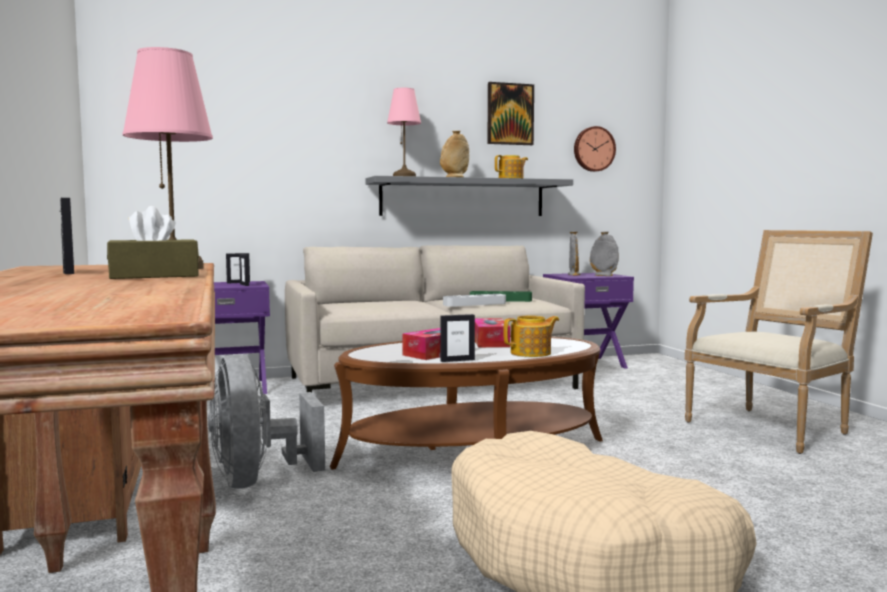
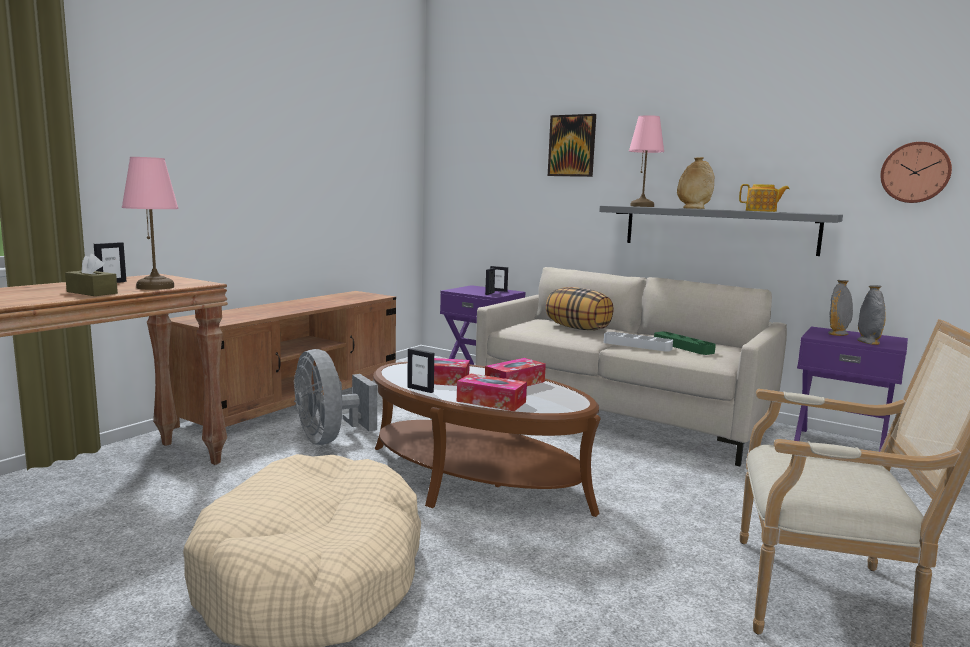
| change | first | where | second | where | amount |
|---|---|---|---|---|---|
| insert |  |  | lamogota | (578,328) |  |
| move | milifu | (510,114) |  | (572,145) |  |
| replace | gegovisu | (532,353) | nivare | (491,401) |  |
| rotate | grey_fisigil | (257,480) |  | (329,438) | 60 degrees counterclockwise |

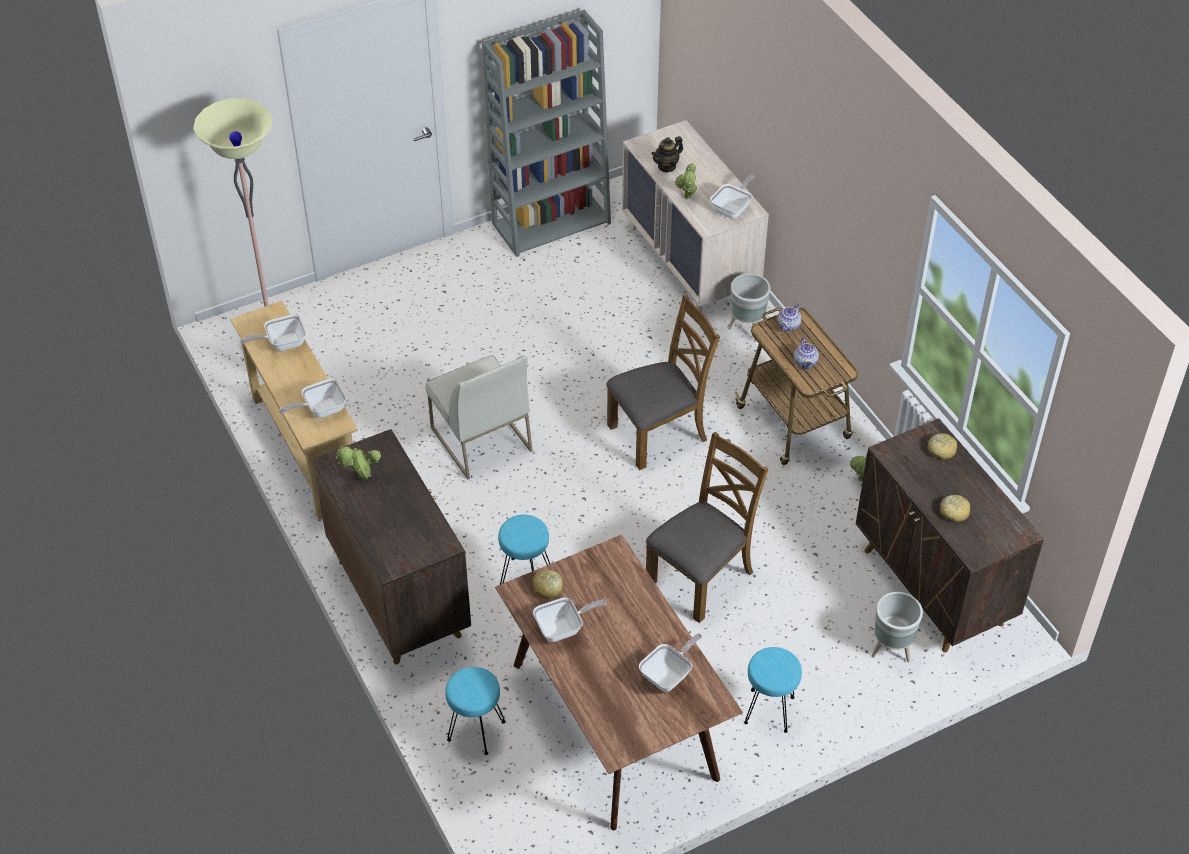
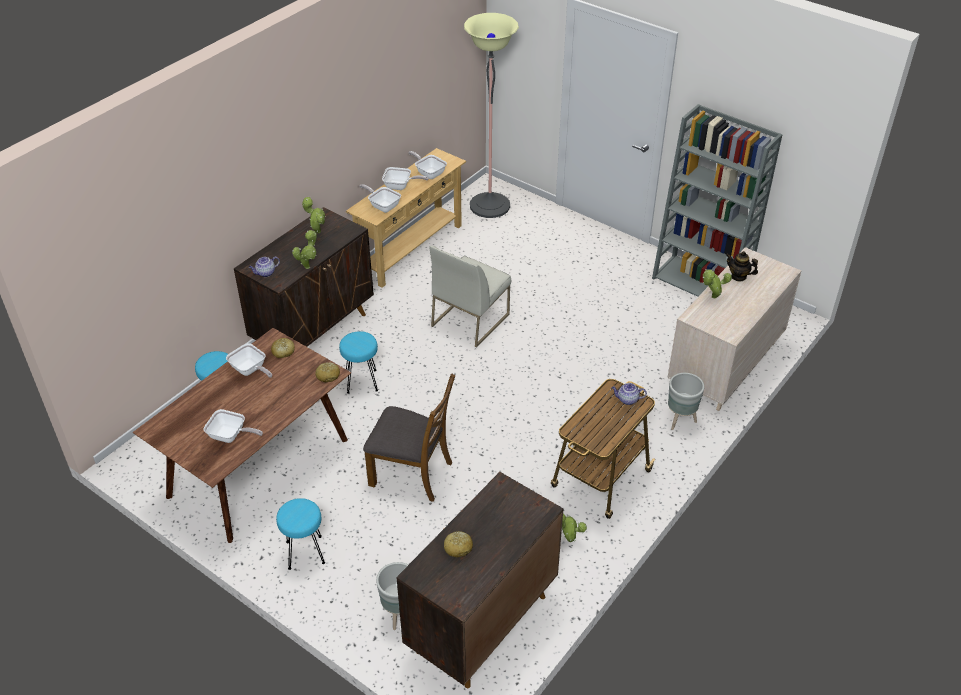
| change | first | where | second | where | amount |
|---|---|---|---|---|---|
| delete | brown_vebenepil | (658,433) |  |  |  |
| insert |  |  | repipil | (308,266) |  |
| move | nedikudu | (733,208) |  | (400,186) |  |
| move | gegovisu | (805,363) |  | (265,273) |  |
| move | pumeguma | (941,450) |  | (328,375) |  |

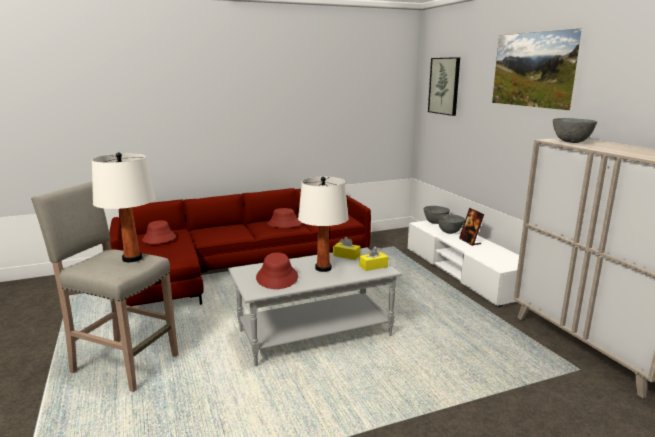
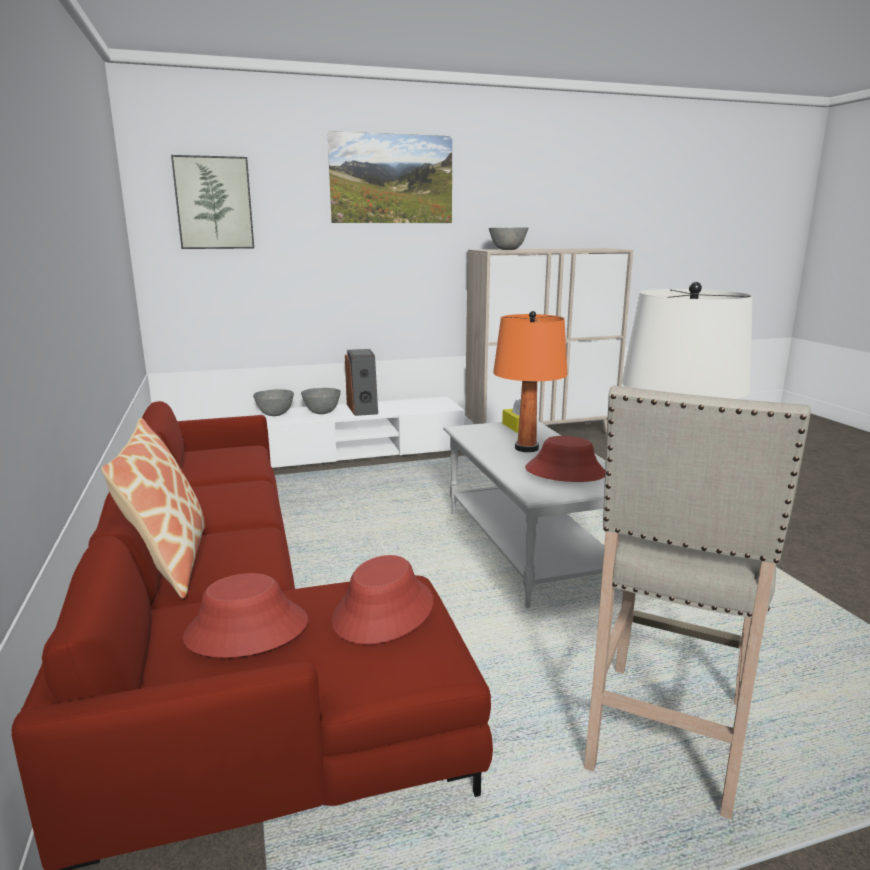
| change | first | where | second | where | amount |
|---|---|---|---|---|---|
| delete | yellow_nivare | (346,255) |  |  |  |
| insert |  |  | lamogota | (168,562) |  |
| move | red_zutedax | (284,224) |  | (384,611) |  |
| replace | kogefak | (470,241) | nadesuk | (363,409) |  |
| recolor | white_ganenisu | (323,268) | orange_ganenisu | (527,448) |  |

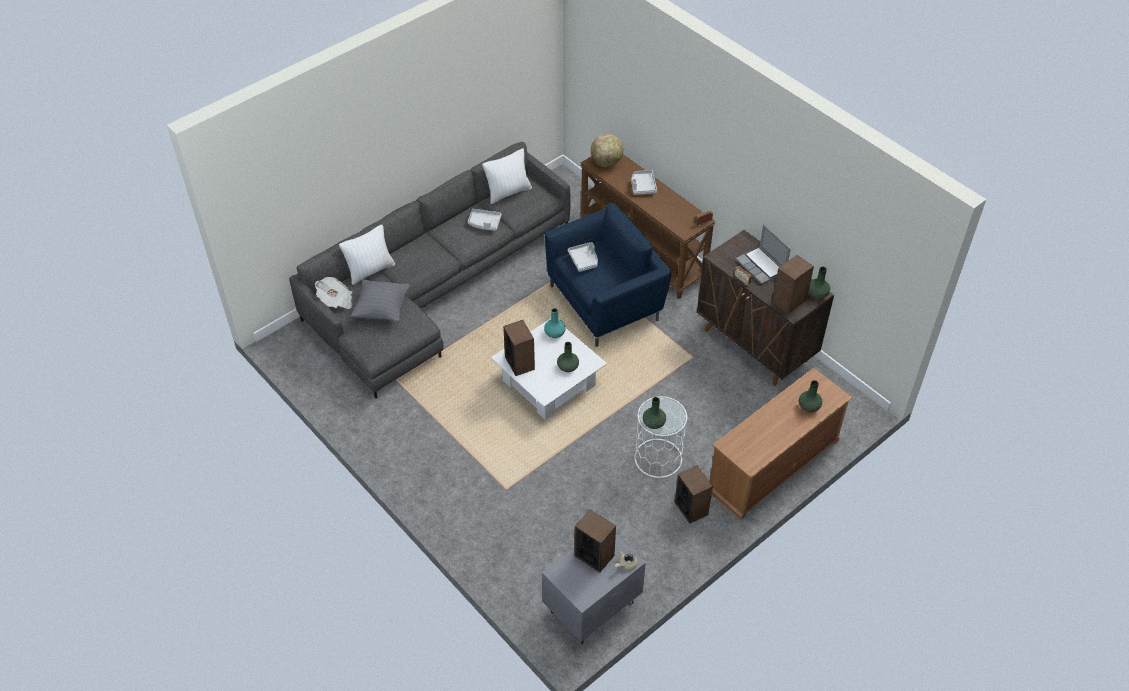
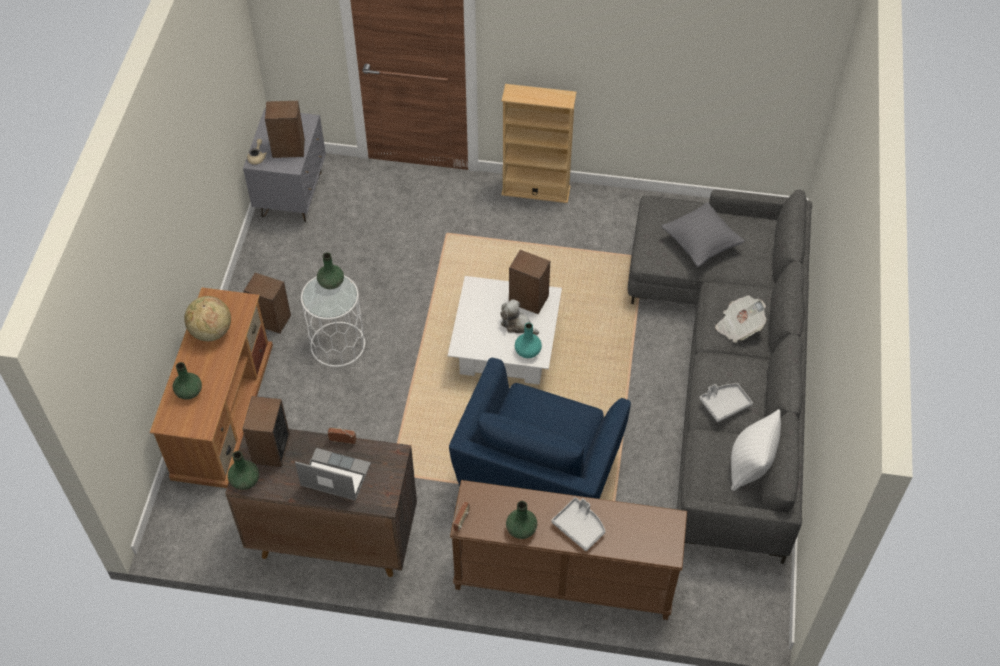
| change | first | where | second | where | amount |
|---|---|---|---|---|---|
| delete | white_lamogota | (370,271) |  |  |  |
| delete | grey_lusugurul | (584,260) |  |  |  |
| insert |  |  | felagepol | (517,324) |  |
| insert |  |  | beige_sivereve | (536,190) |  |
| move | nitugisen | (336,300) |  | (738,326) |  |
| move | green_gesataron | (568,367) |  | (521,529) |  |
| move | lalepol | (606,162) |  | (211,331) |  |

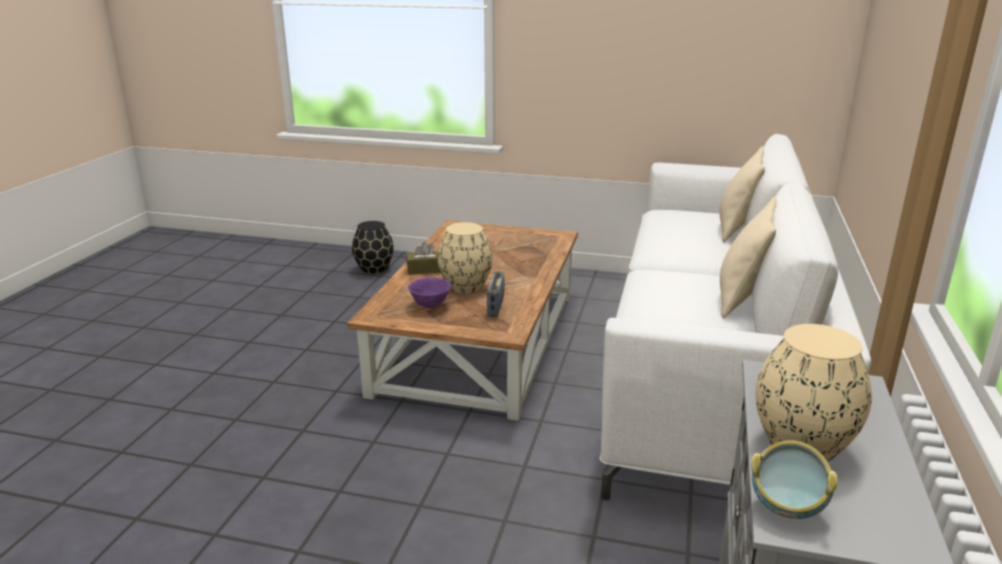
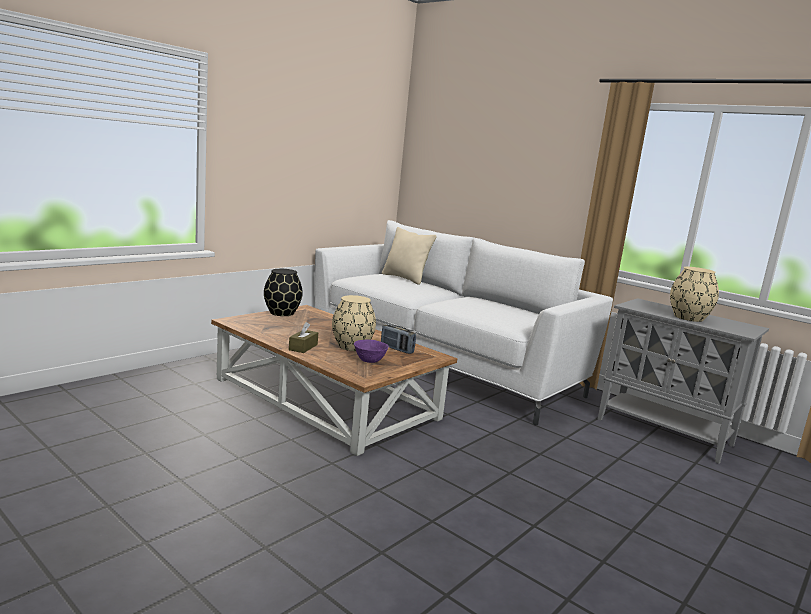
| change | first | where | second | where | amount |
|---|---|---|---|---|---|
| delete | beige_lamogota | (741,299) |  |  |  |
| delete | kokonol | (786,508) |  |  |  |
| move | black_gesataron | (374,268) |  | (281,313) |  |

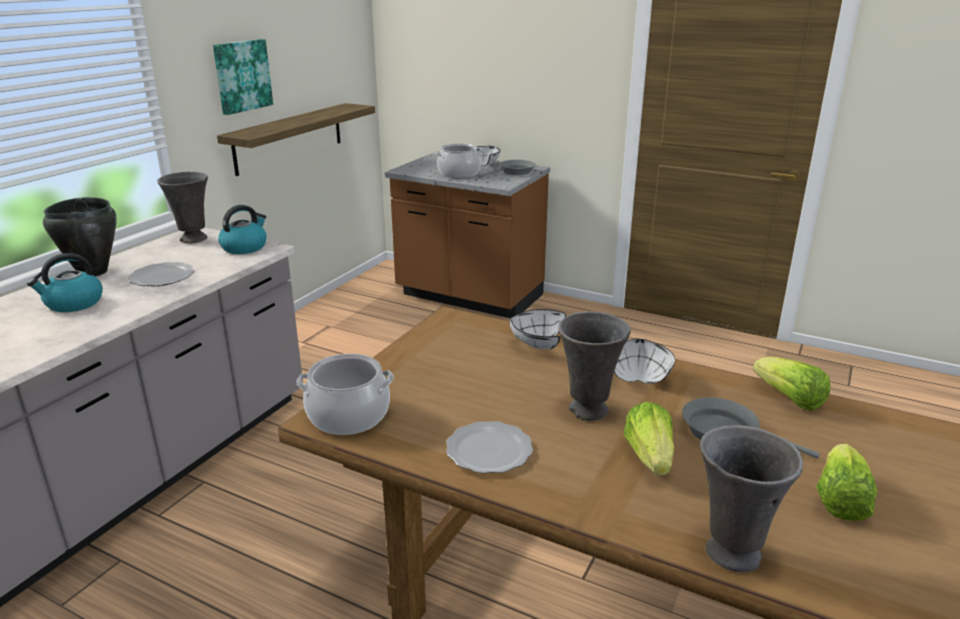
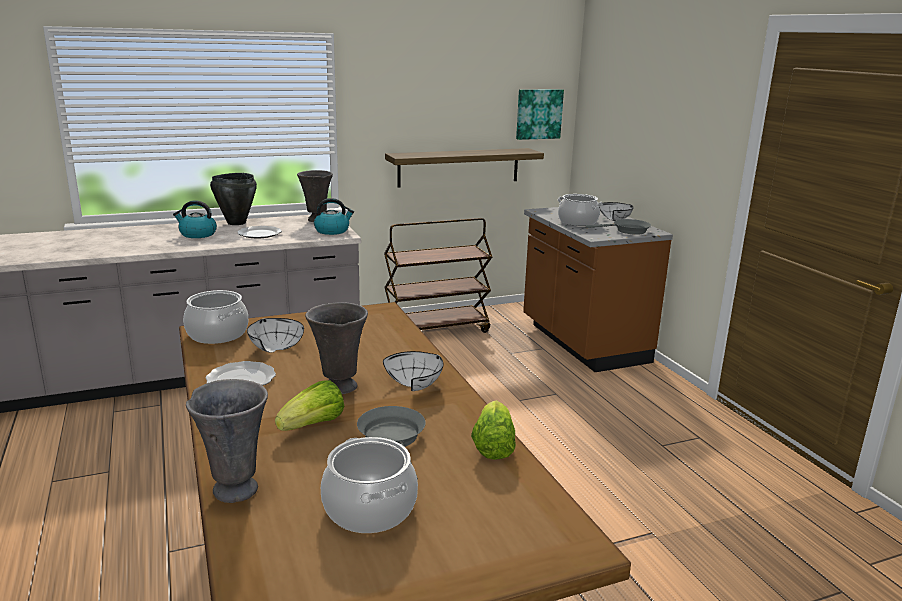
| change | first | where | second | where | amount |
|---|---|---|---|---|---|
| insert |  |  | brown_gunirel | (436,330) |  |
| move | milifu | (241,76) |  | (538,114) |  |
| move | white_kokonol | (536,345) |  | (273,348) |  |
| replace | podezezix | (840,500) | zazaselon | (369,509) |  |

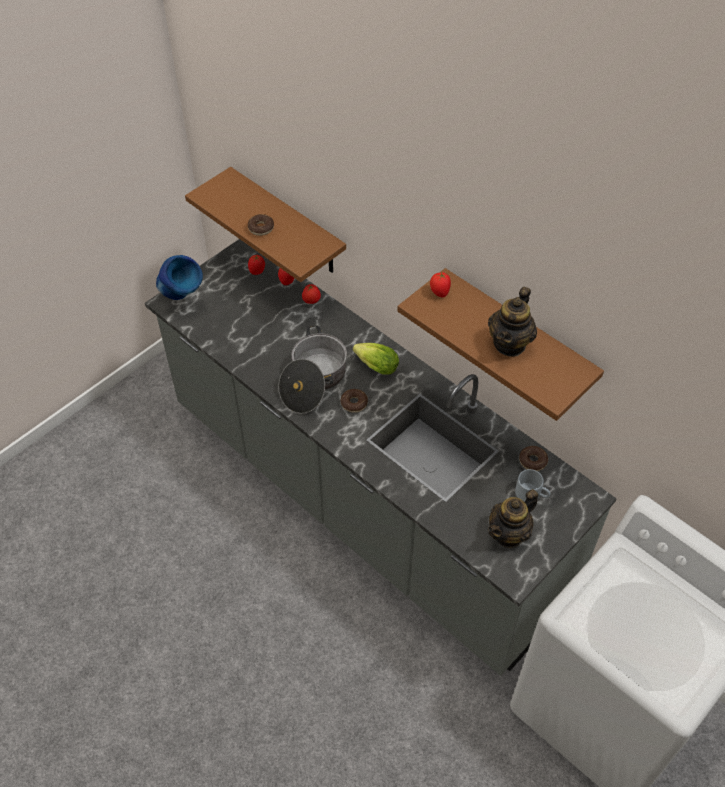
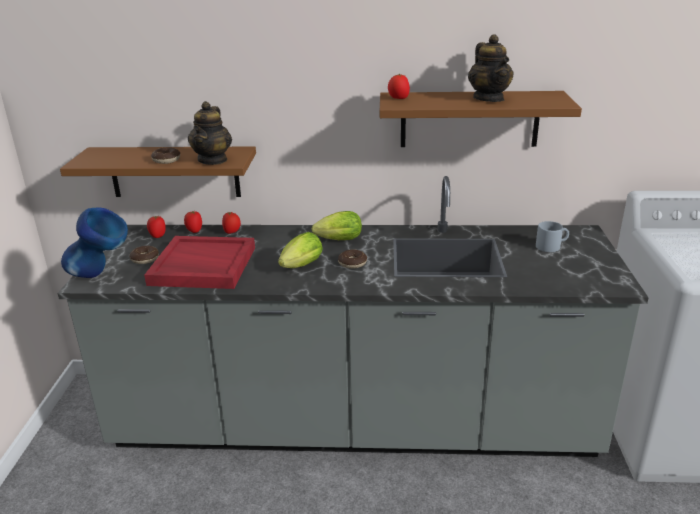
| change | first | where | second | where | amount |
|---|---|---|---|---|---|
| insert |  |  | red_lusugurul | (202,266) |  |
| move | gegovisu | (509,534) |  | (213,160) |  |
| move | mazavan | (532,461) |  | (145,259) |  |
| replace | zazaselon | (313,381) | podezezix | (299,267) |  |

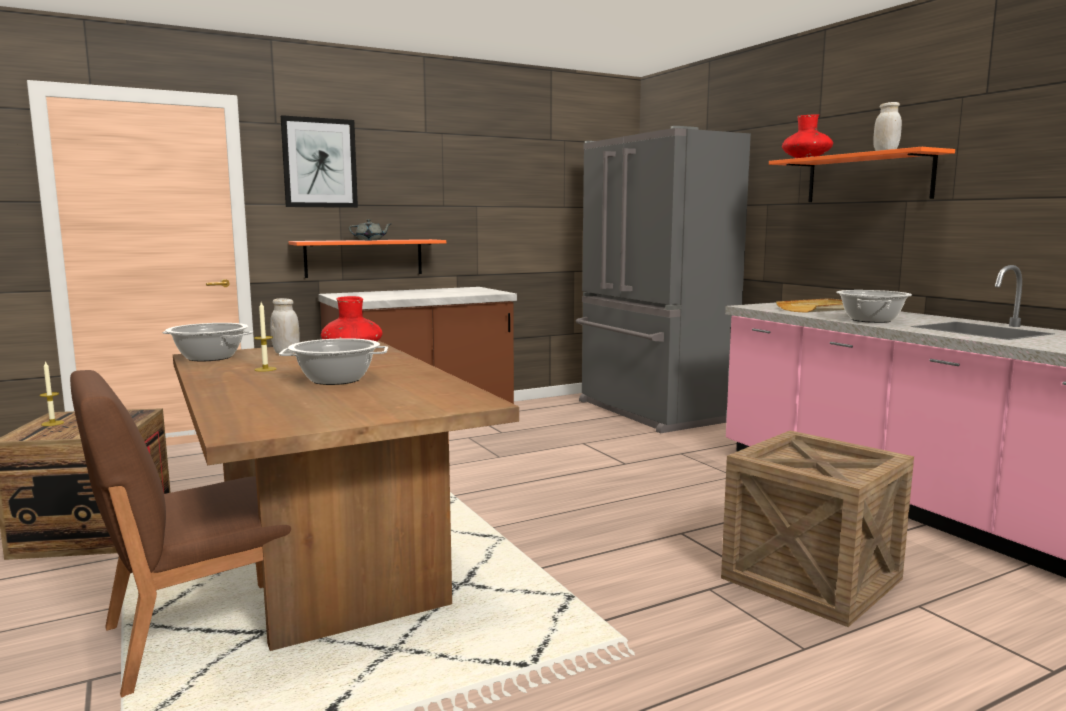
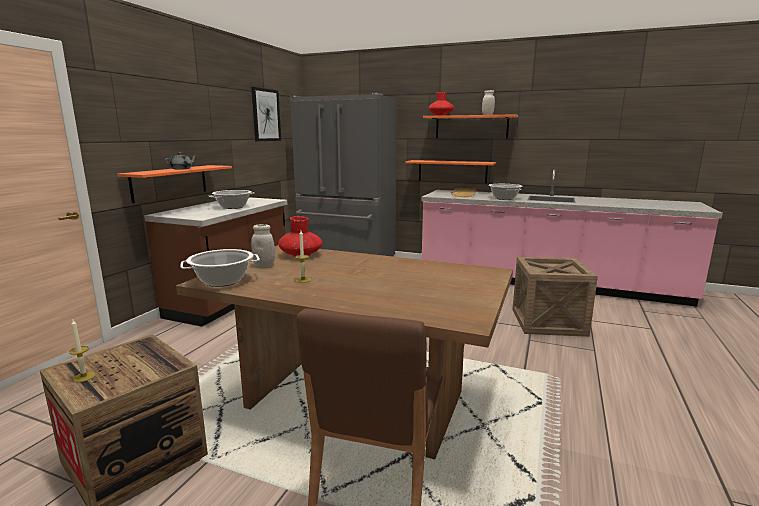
| change | first | where | second | where | amount |
|---|---|---|---|---|---|
| insert |  |  | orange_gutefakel | (452,171) |  |
| move | zazaselon | (336,380) |  | (233,207) |  |
| move | milifu | (319,163) |  | (266,115) |  |

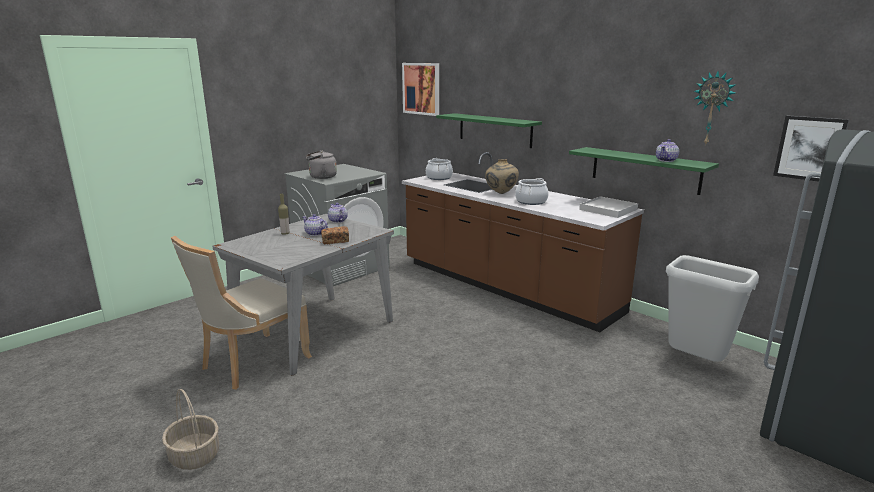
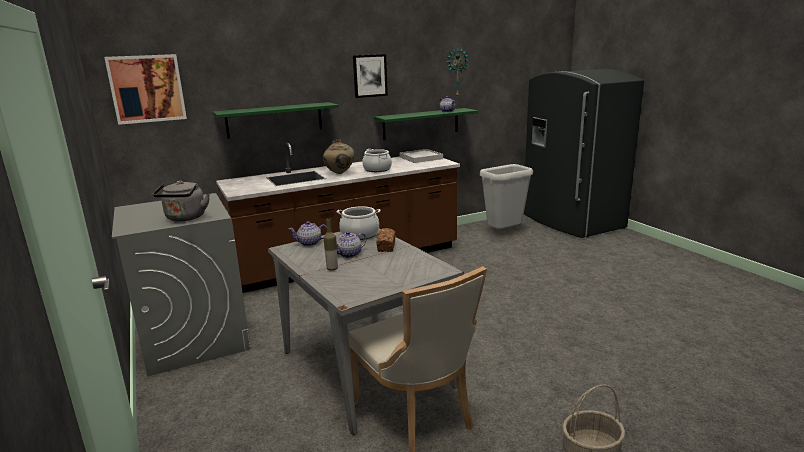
| change | first | where | second | where | amount |
|---|---|---|---|---|---|
| move | zazaselon | (439,178) |  | (360,234) |  |
| move | milifu | (810,148) |  | (370,76) |  |

